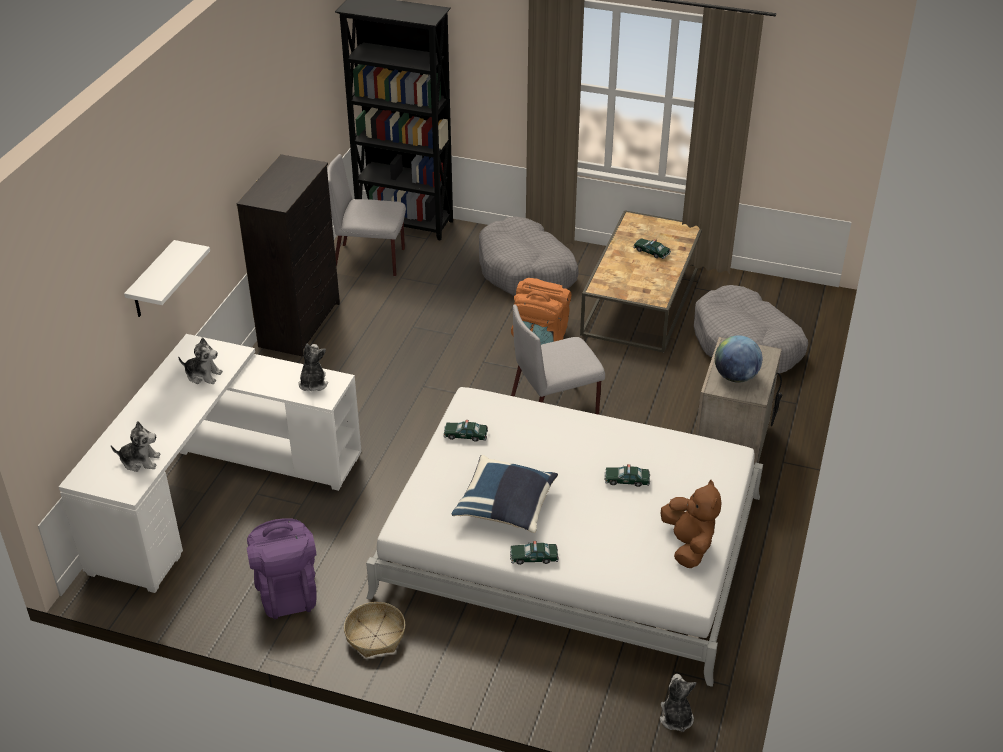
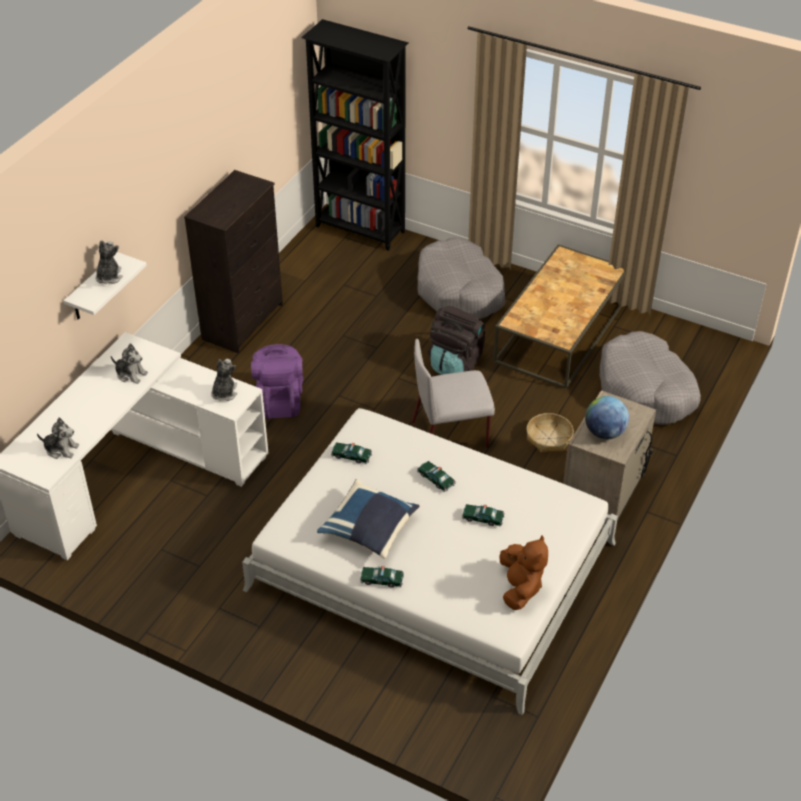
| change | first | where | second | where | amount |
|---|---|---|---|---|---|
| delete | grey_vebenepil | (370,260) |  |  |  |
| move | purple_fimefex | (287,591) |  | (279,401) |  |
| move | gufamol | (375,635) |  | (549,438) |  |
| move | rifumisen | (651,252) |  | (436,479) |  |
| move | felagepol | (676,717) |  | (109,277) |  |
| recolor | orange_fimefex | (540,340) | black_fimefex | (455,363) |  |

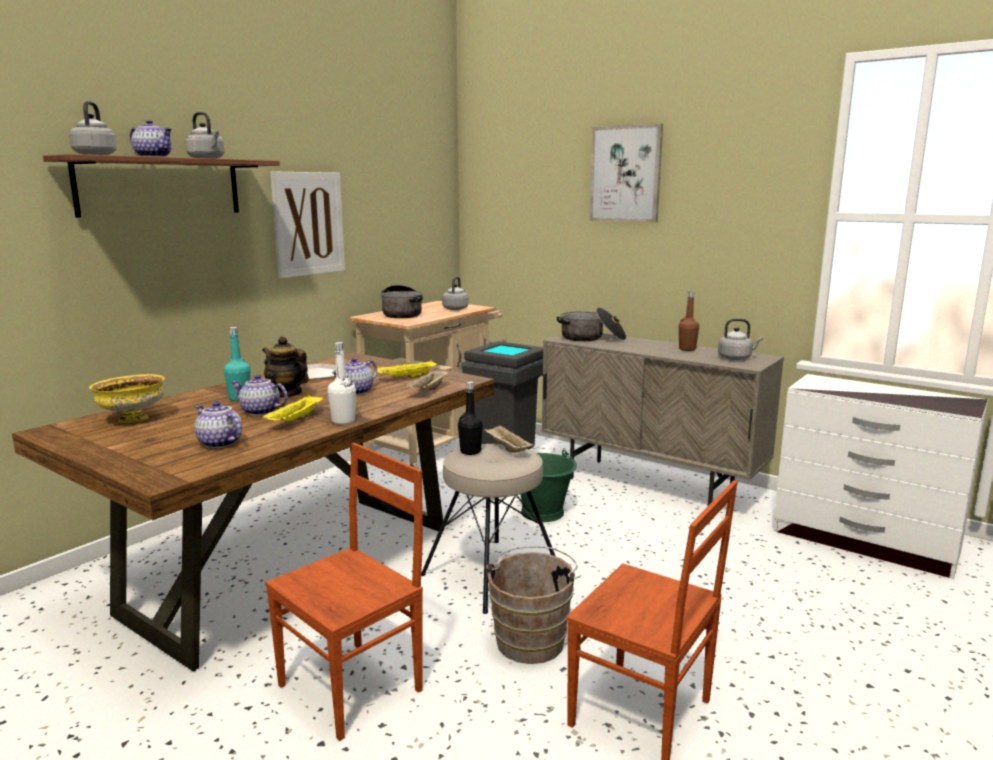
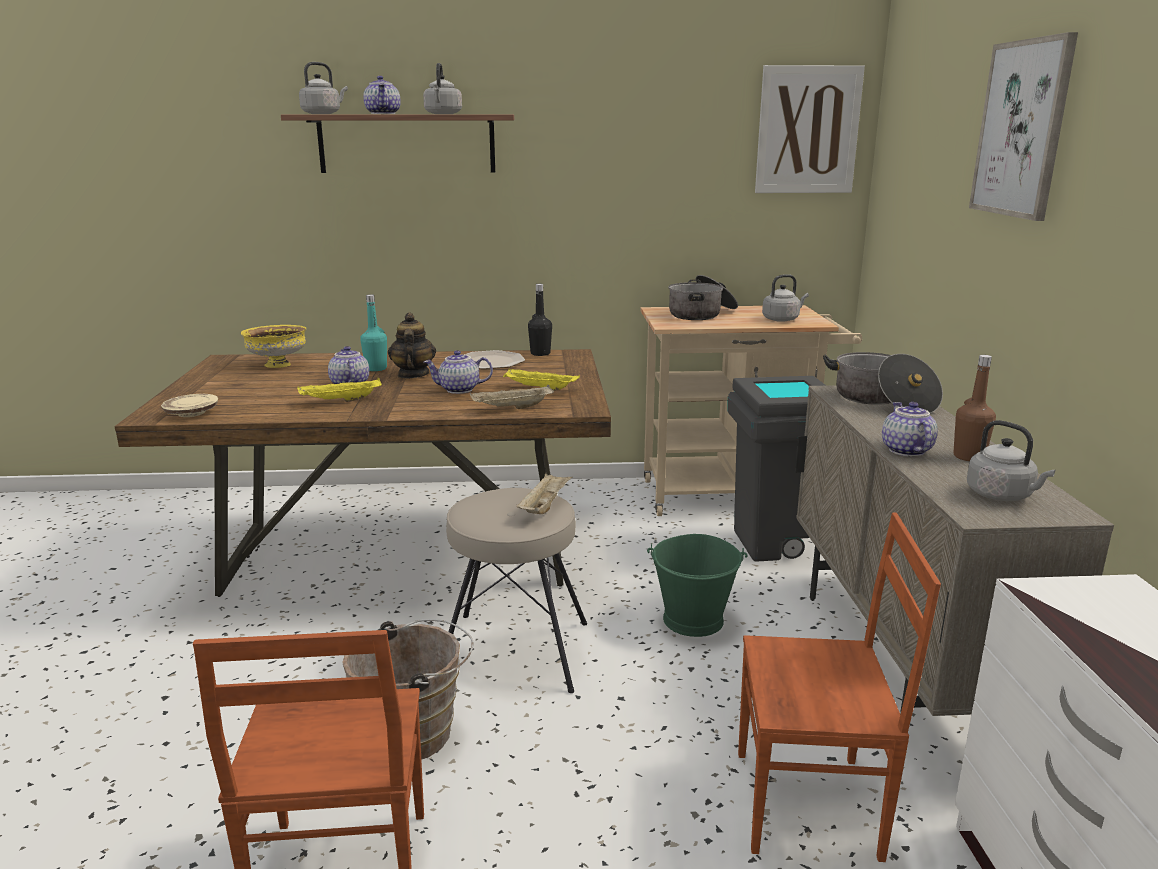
| change | first | where | second | where | amount |
|---|---|---|---|---|---|
| delete | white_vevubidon | (343,421) |  |  |  |
| insert |  |  | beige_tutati | (191,413) |  |
| move | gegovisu | (218,443) |  | (905,450) |  |
| move | brown_vebenepil | (353,687) |  | (810,805) |  |
| move | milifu | (308,224) |  | (807,130) |  |
| move | black_vevubidon | (470,451) |  | (540,353) |  |

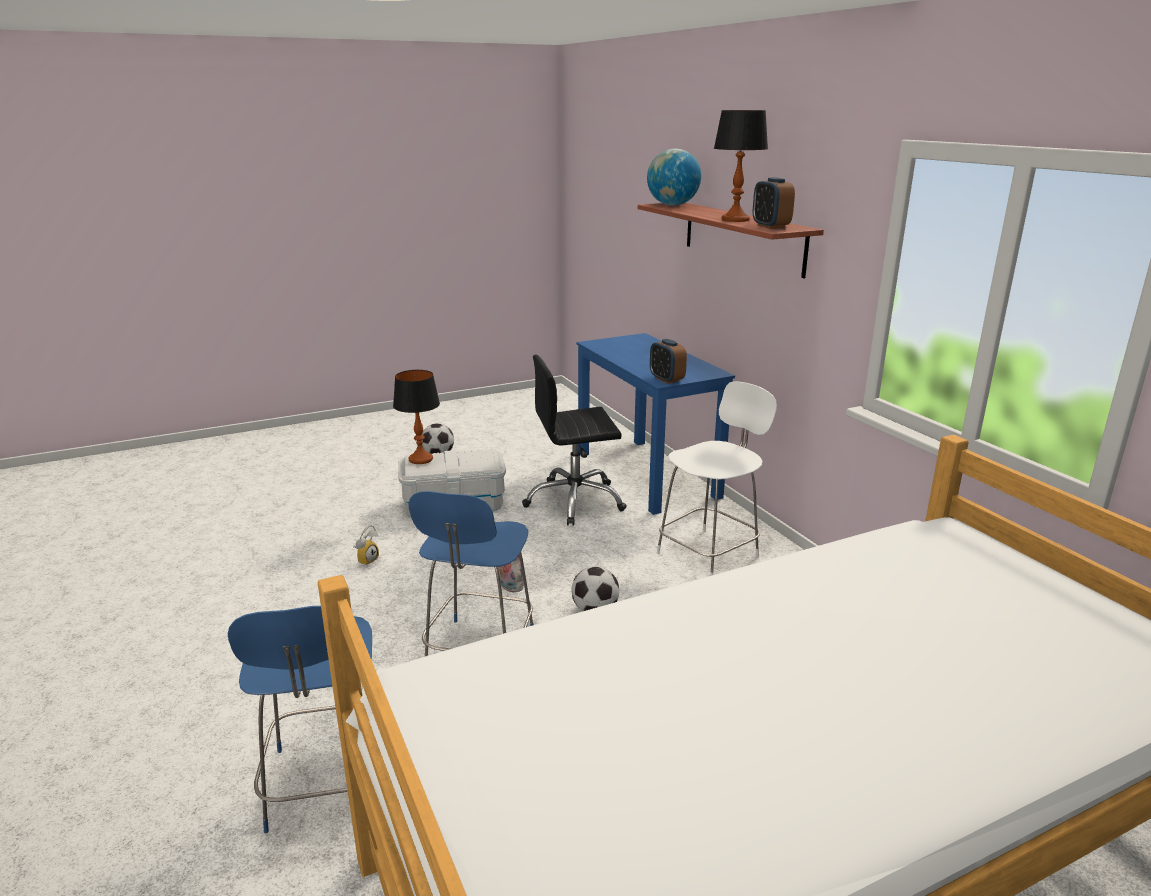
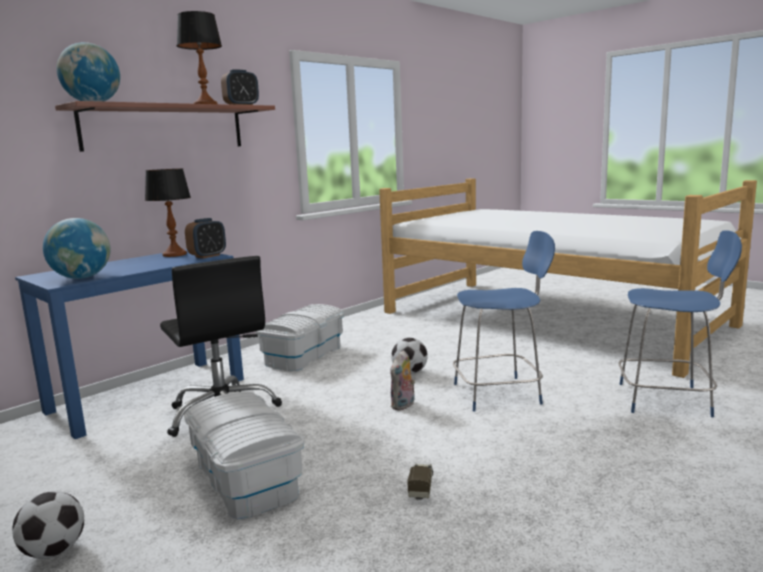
| change | first | where | second | where | amount |
|---|---|---|---|---|---|
| insert |  |  | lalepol | (82,278) |  |
| move | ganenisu | (420,459) |  | (175,254) |  |
| replace | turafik | (366,560) | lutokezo | (421,487) |  |
| replace | white_vebenepil | (710,554) | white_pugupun | (303,355) |  |
| rotate | blue_vebenepil | (327,785) |  | (667,399) | 45 degrees clockwise |

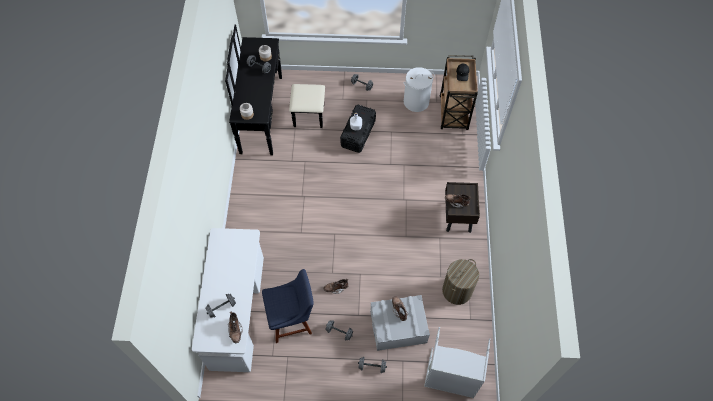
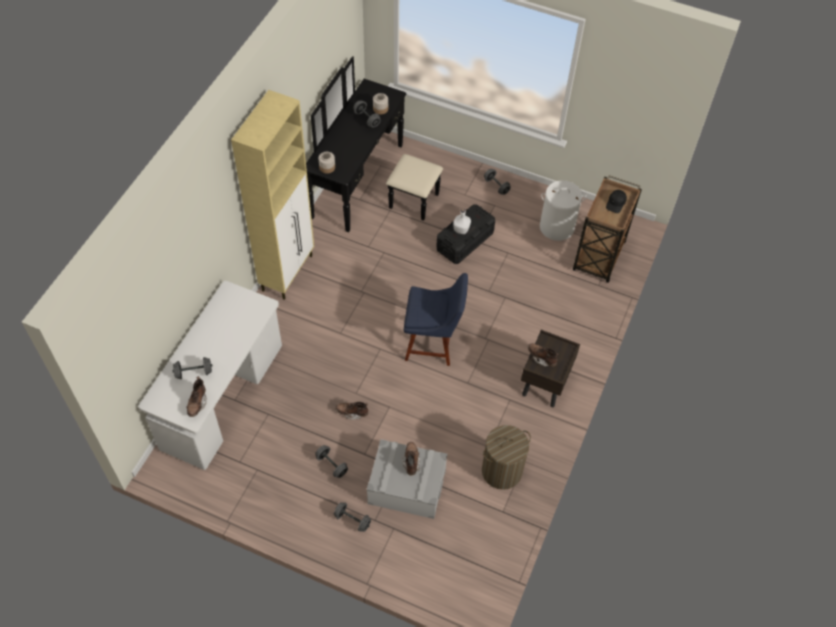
| change | first | where | second | where | amount |
|---|---|---|---|---|---|
| delete | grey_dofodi | (450,379) |  |  |  |
| insert |  |  | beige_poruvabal | (288,272) |  |
| move | blue_vebenepil | (292,320) |  | (433,344) |  |

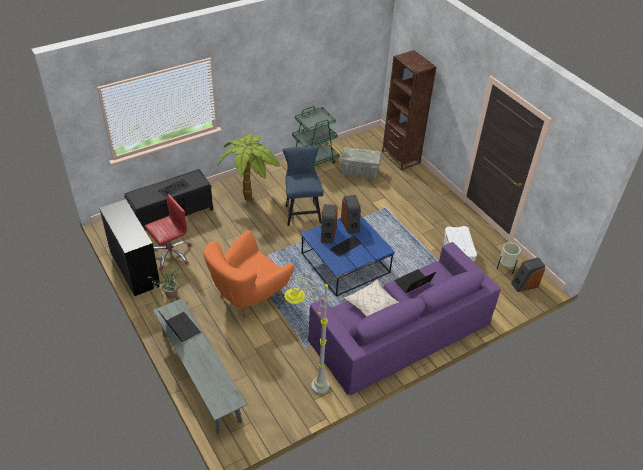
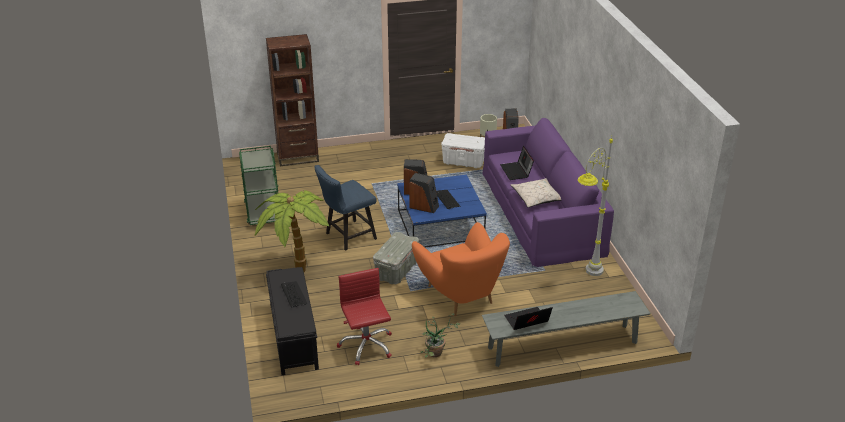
| change | first | where | second | where | amount |
|---|---|---|---|---|---|
| delete | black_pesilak | (134,268) |  |  |  |
| move | grey_pugupun | (360,172) |  | (396,270) |  |
| rotate | blue_vebenepil | (302,212) |  | (347,237) | 45 degrees counterclockwise |

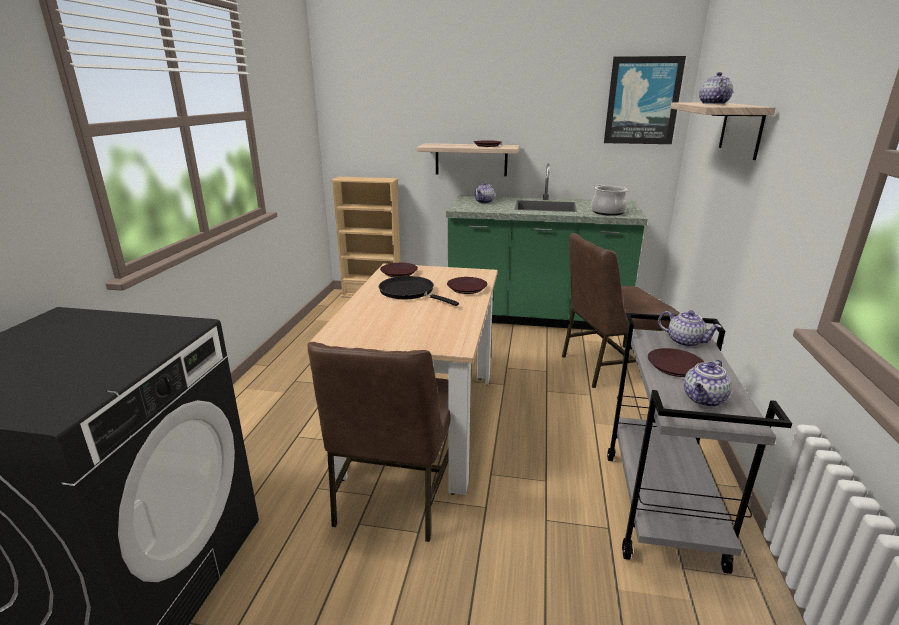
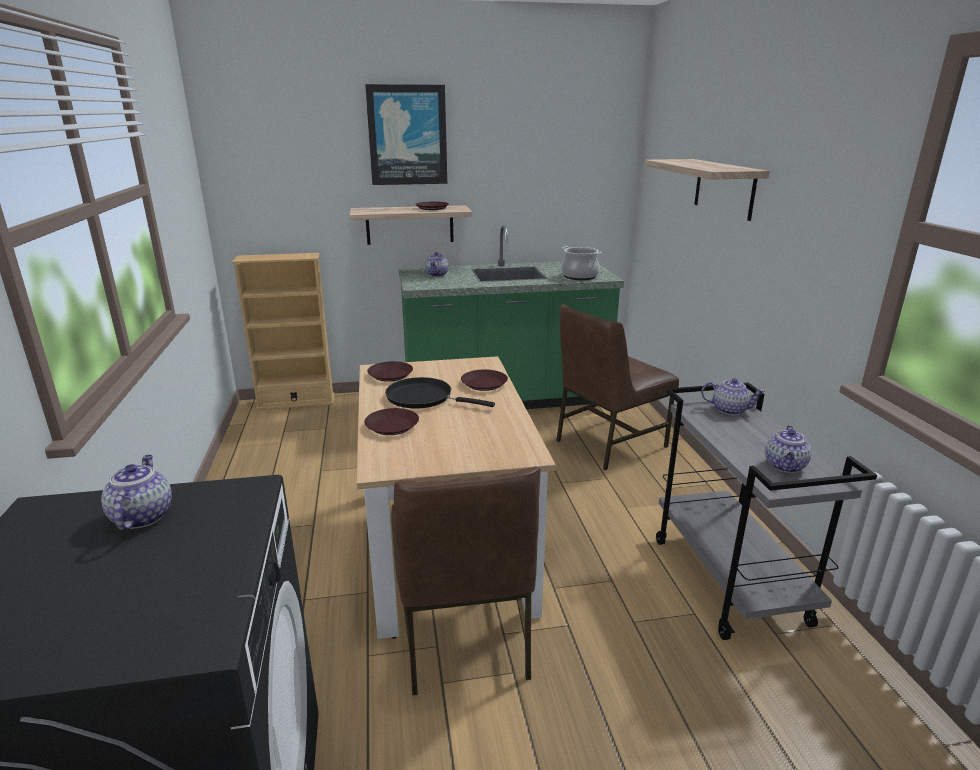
| change | first | where | second | where | amount |
|---|---|---|---|---|---|
| move | milifu | (642,101) |  | (407,135) |  |
| move | brown_tutati | (674,367) |  | (391,426) |  |
| move | gegovisu | (712,104) |  | (142,516) |  |

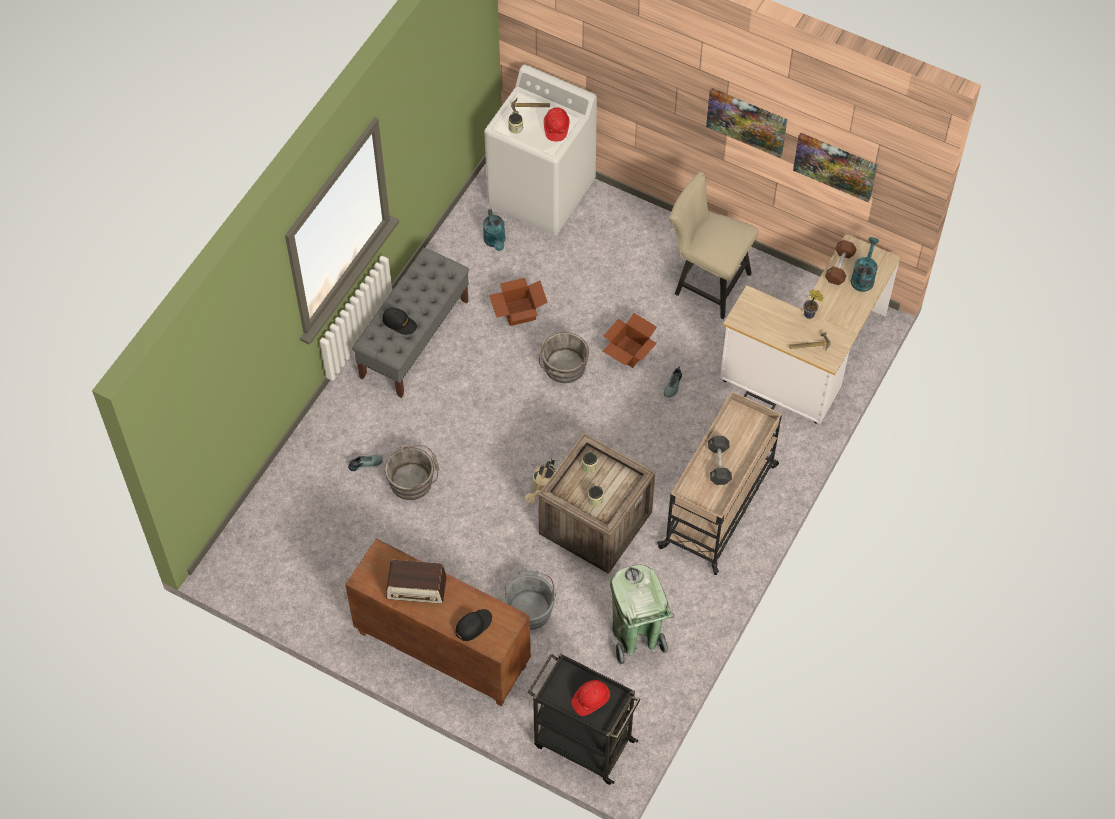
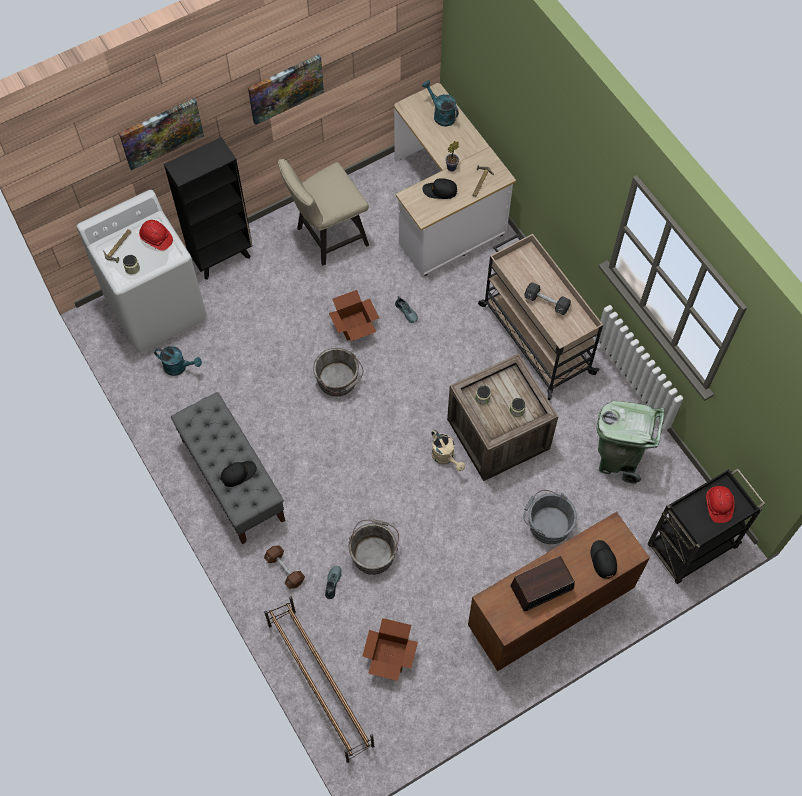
| change | first | where | second | where | amount |
|---|---|---|---|---|---|
| insert |  |  | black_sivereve | (222,257) |  |
| insert |  |  | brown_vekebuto | (320,683) |  |
| insert |  |  | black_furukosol | (440,191) |  |
| move | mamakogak | (518,311) |  | (389,656) |  |
| move | milifu | (835,165) |  | (161,132) |  |
| move | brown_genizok | (839,267) |  | (285,569) |  |
| rotate | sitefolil | (416,588) |  | (541,587) | 150 degrees counterclockwise |

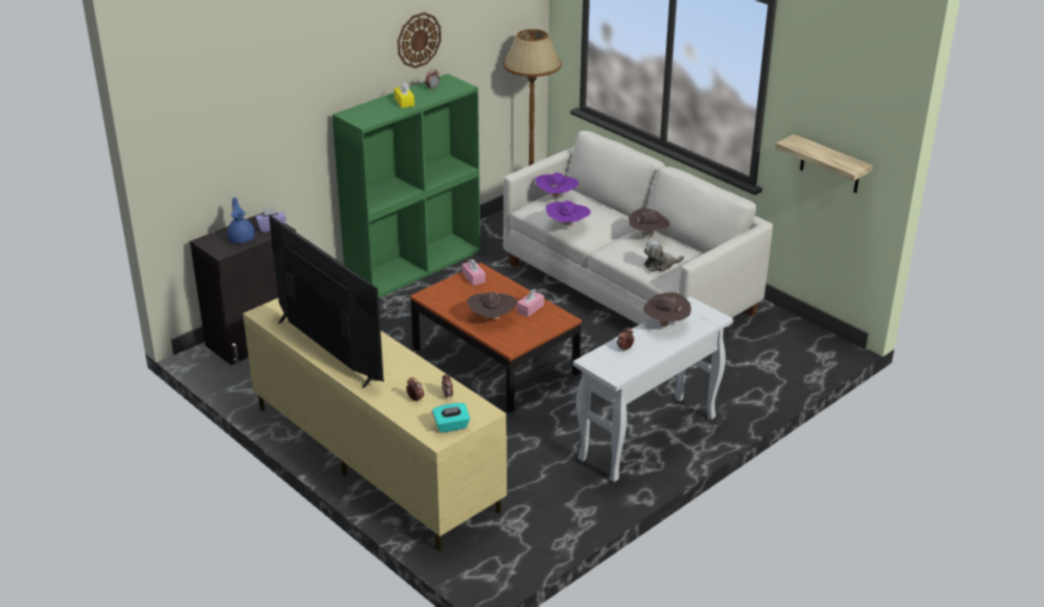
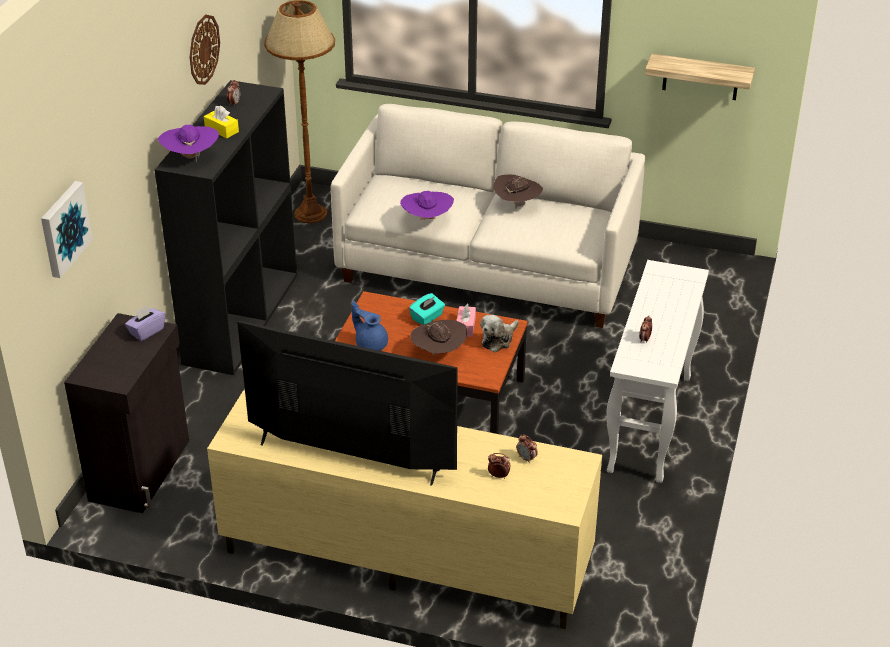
| change | first | where | second | where | amount |
|---|---|---|---|---|---|
| delete | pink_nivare | (473,278) |  |  |  |
| delete | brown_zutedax | (665,324) |  |  |  |
| insert |  |  | milifu | (63,228) |  |
| move | blue_gegovisu | (241,238) |  | (370,344) |  |
| move | turquoise_nivare | (451,426) |  | (427,317) |  |
| move | purple_zutedax | (556,197) |  | (191,158) |  |
| move | felagepol | (660,265) |  | (498,340) |  |
| recolor | green_sivereve | (414,266) | black_sivereve | (240,317) |  |

